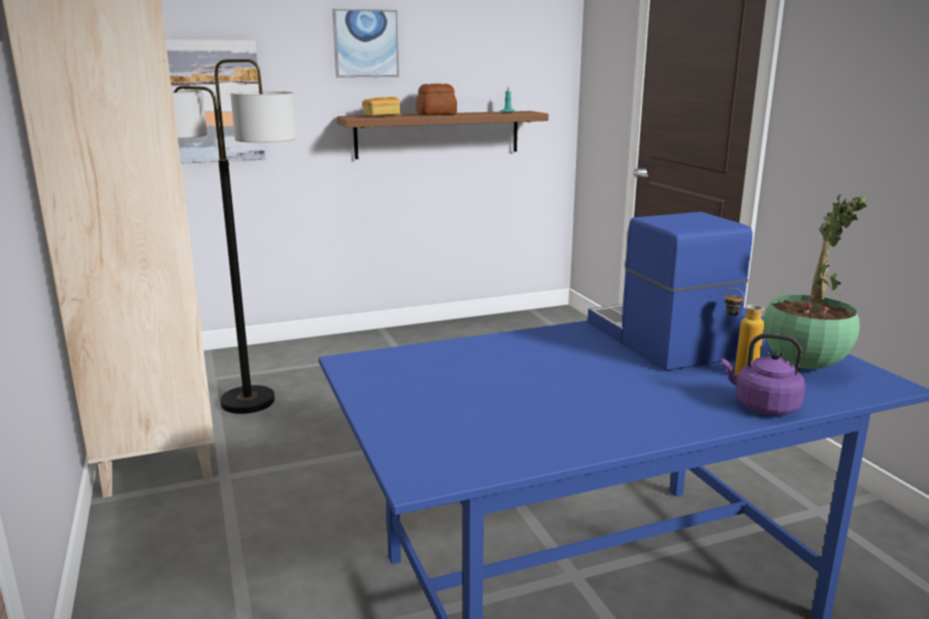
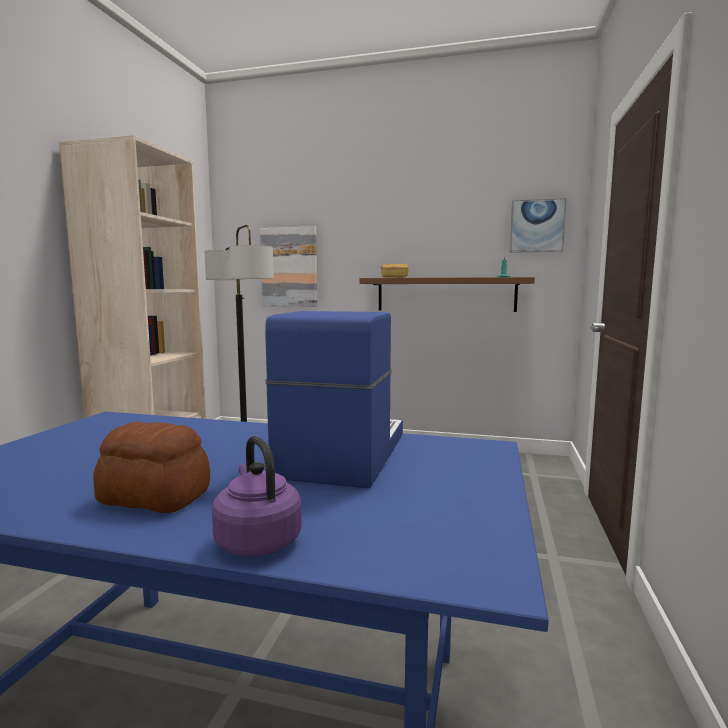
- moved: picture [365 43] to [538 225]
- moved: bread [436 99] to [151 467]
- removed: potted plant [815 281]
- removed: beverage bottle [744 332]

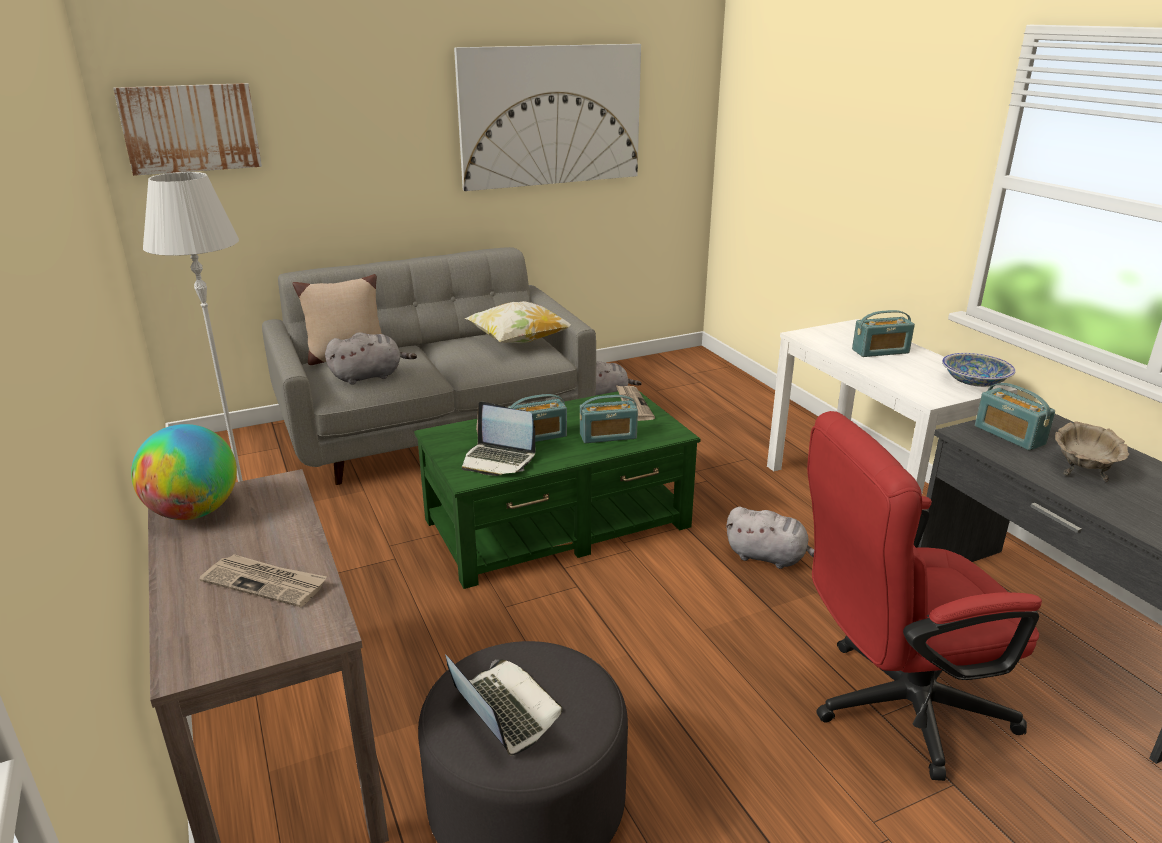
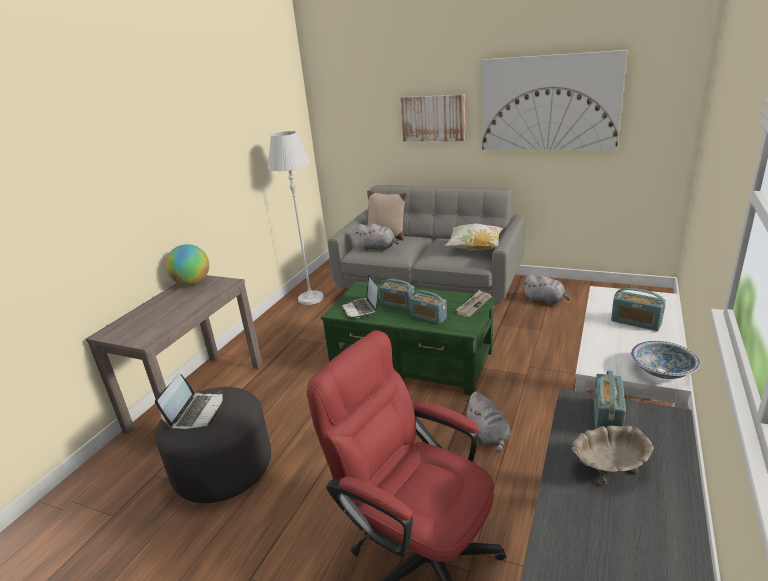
- moved: picture [187 129] to [432 117]
- removed: newspaper [263 580]

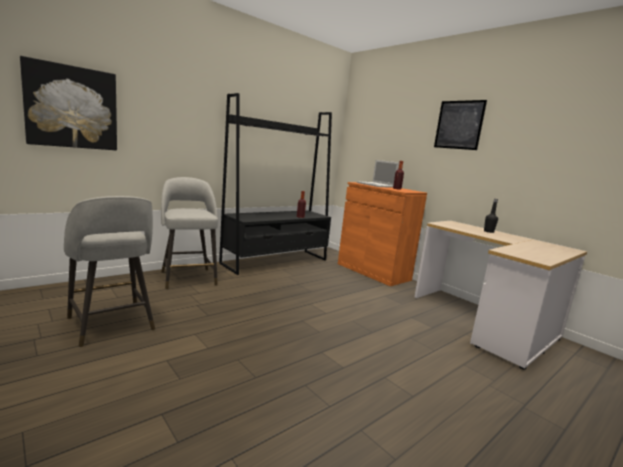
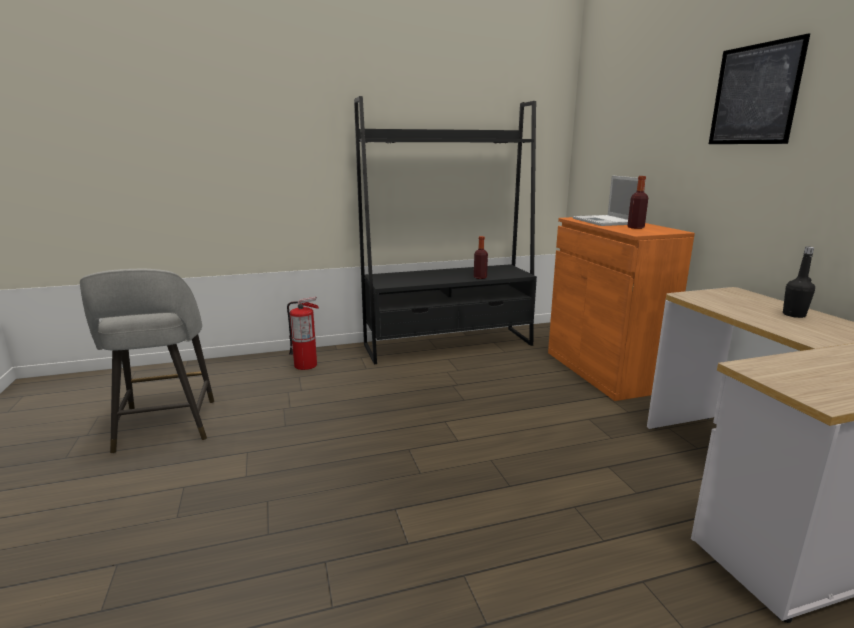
- removed: picture [68 103]
- replaced: greyish sitting stool [189 233] to fire extinguisher [303 333]

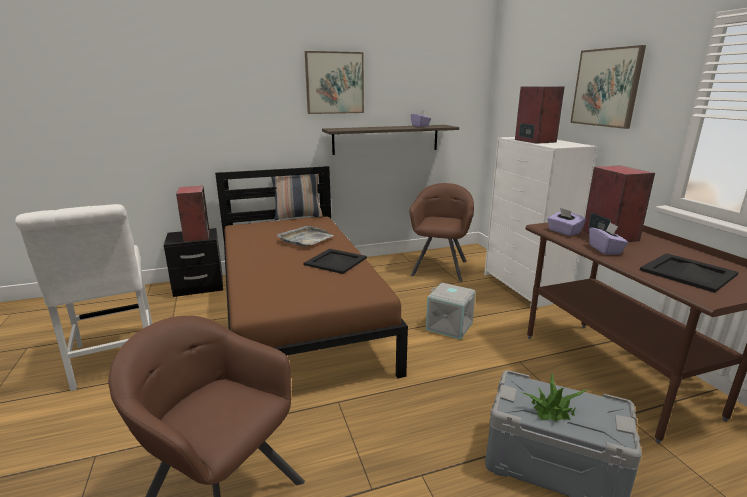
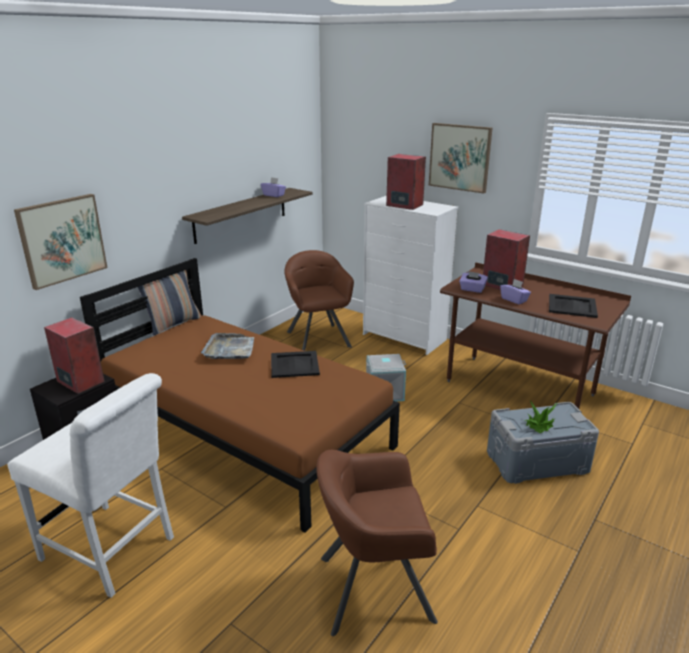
- moved: picture [334 82] to [60 242]

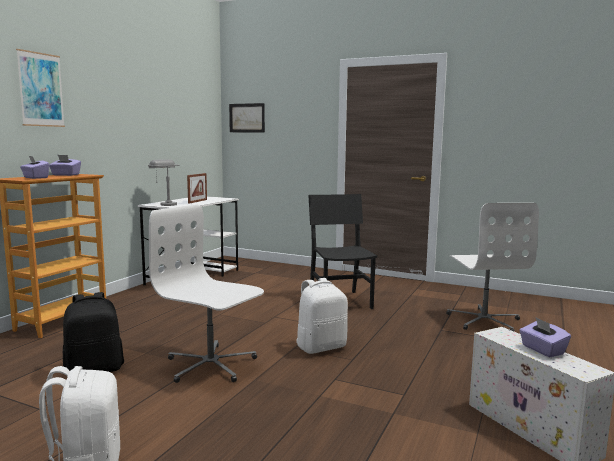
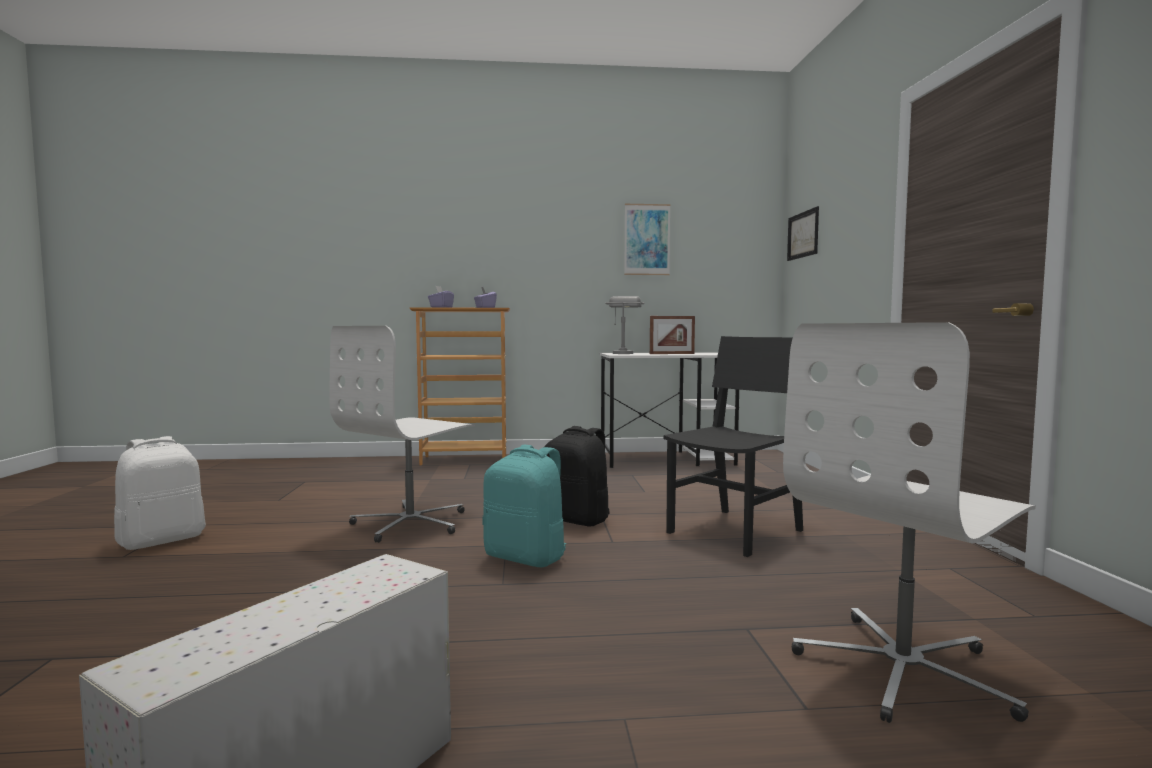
- moved: picture [40 88] to [647 239]
- turned: whitish computer chair [206 293] = [403 434] 150 degrees counterclockwise
- recoloured: whitish knapsack [322 316] to blue-green knapsack [524 506]
- moved: black knapsack [93 332] to [576 476]
- removed: purple-coloured tissue box [545 337]

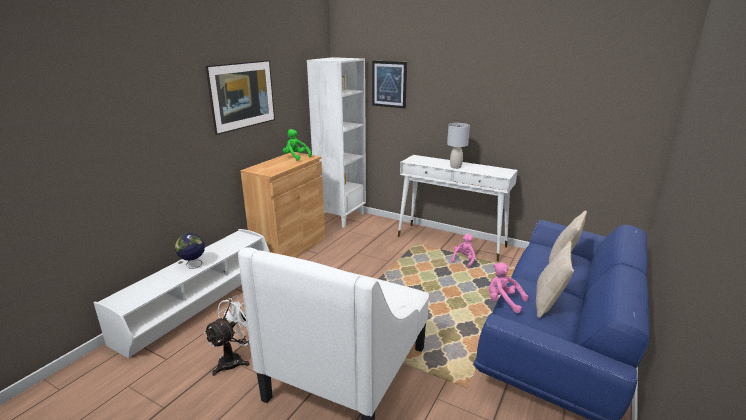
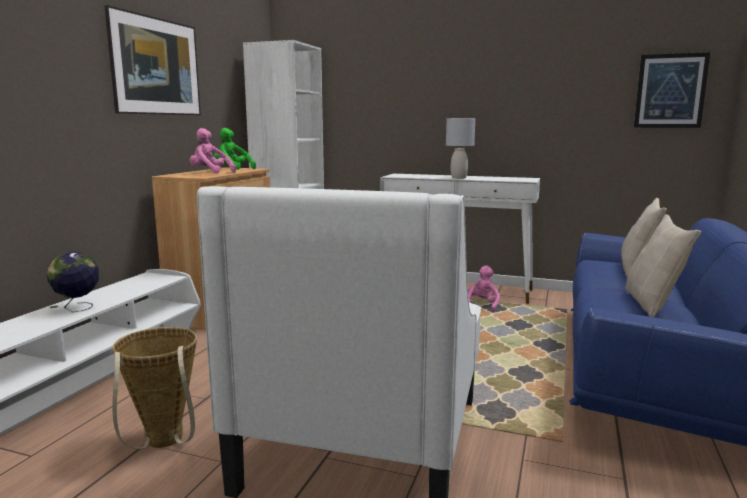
- moved: picture [389 85] to [672 90]
- moved: pink soft toy [508 287] to [213 151]
- replaced: whitish fan [226 336] to storage basket [154 388]

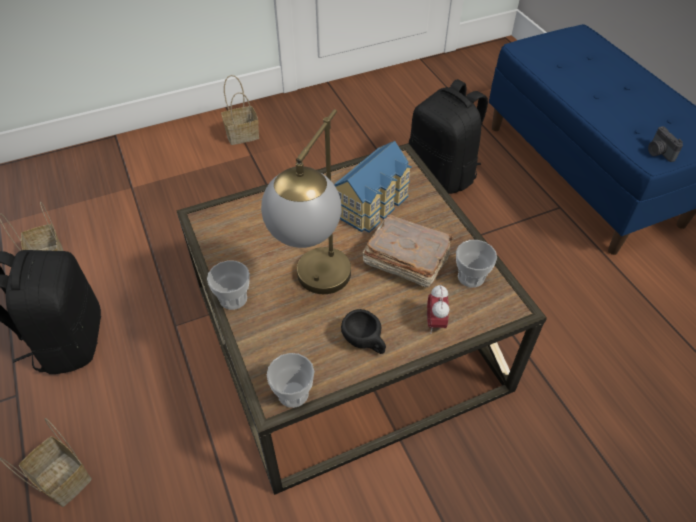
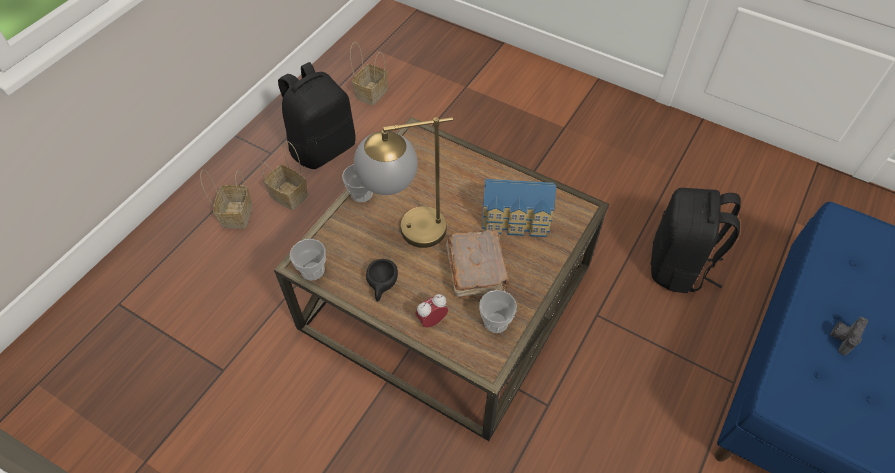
- moved: storage basket [240 110] to [284 175]
- moved: still camera [665 144] to [849 336]

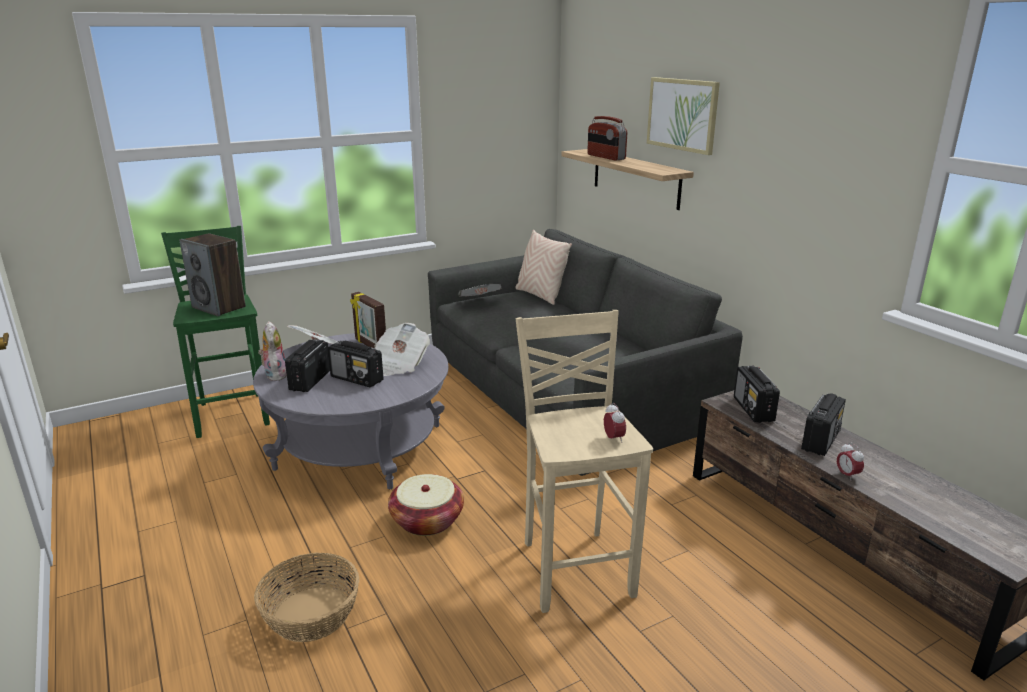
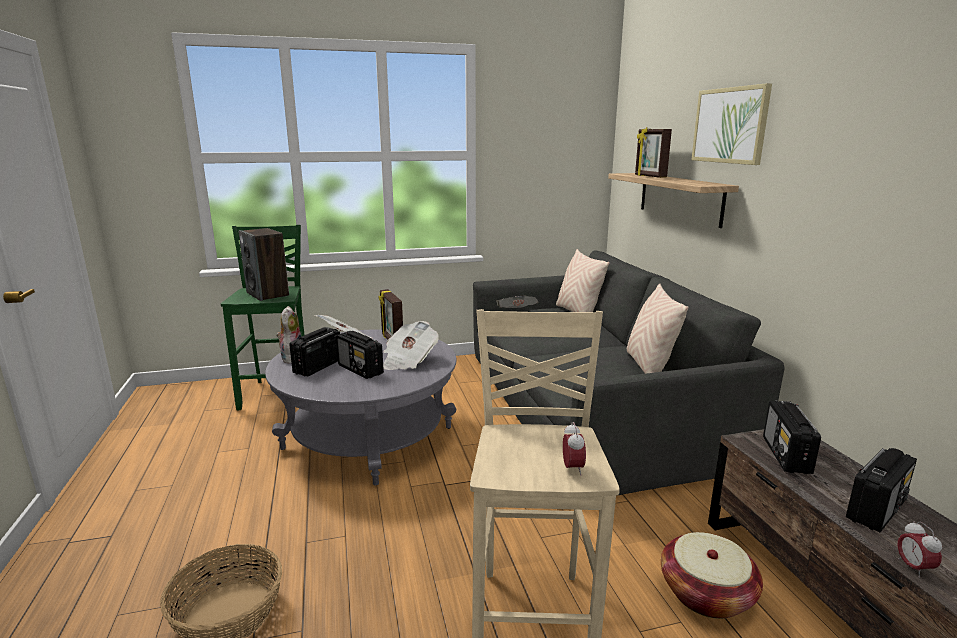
- replaced: radio [607 138] to photo frame [653 152]
- moved: storage basket [426 505] to [712 575]
- added: beige cushion [657 329]

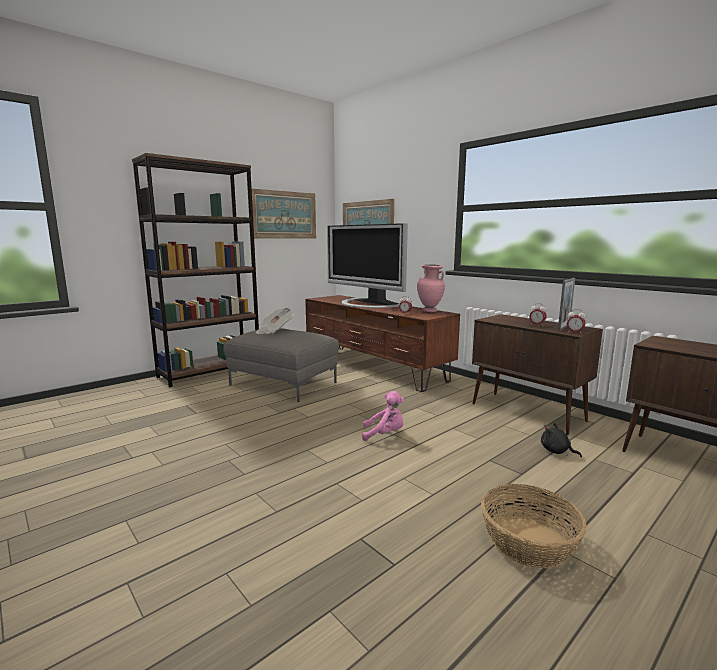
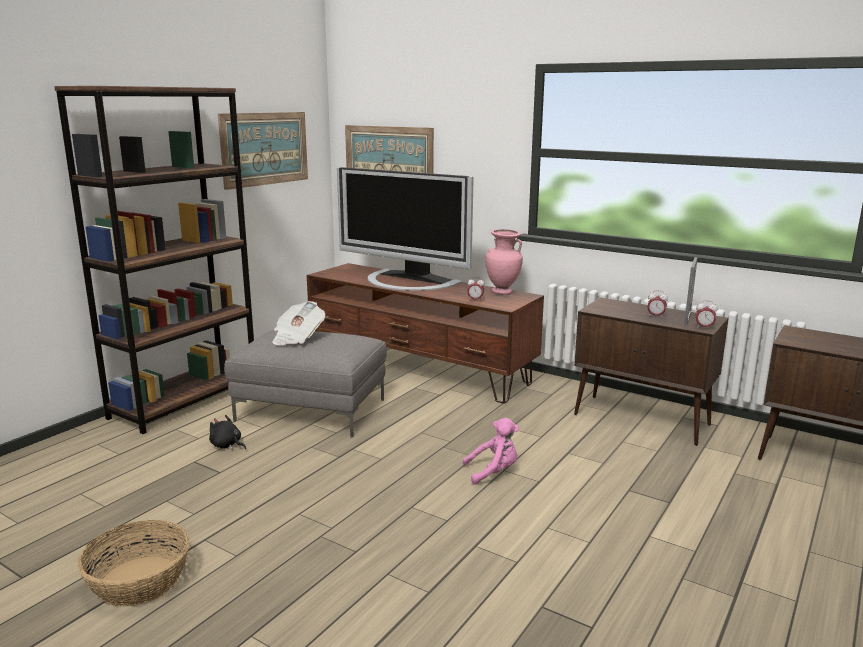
- moved: black soft toy [561 440] to [227 432]
- moved: storage basket [534 526] to [133 563]

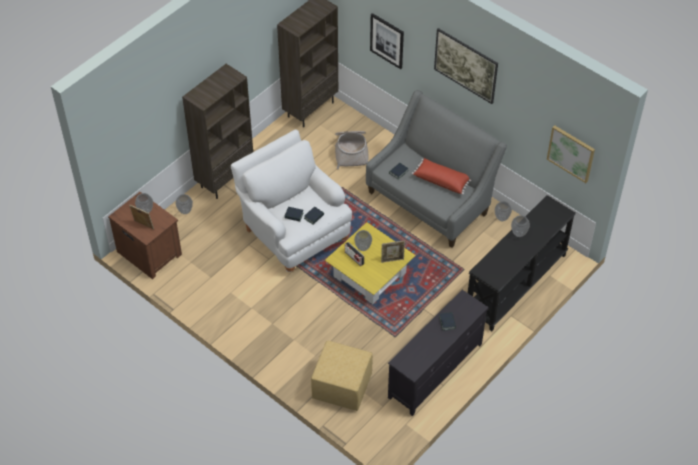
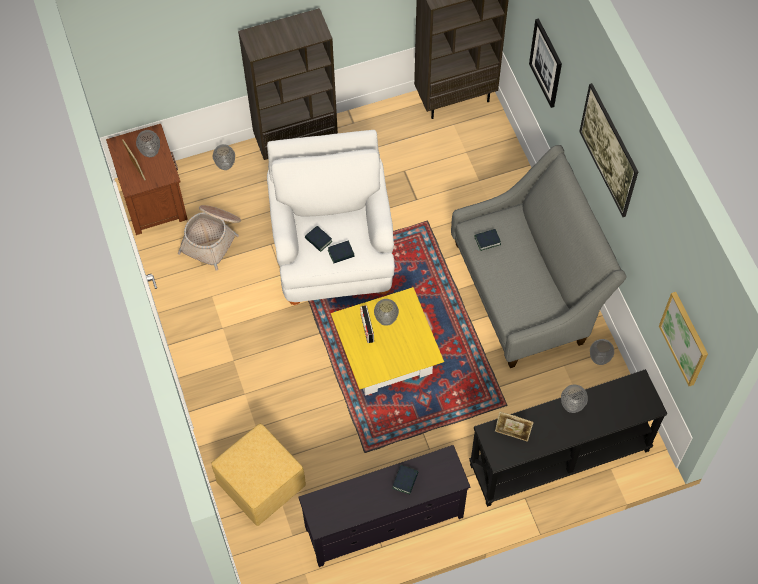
- moved: storage basket [352 150] to [209 238]
- removed: red cushion [441 176]
- moved: photo frame [393 252] to [514 427]

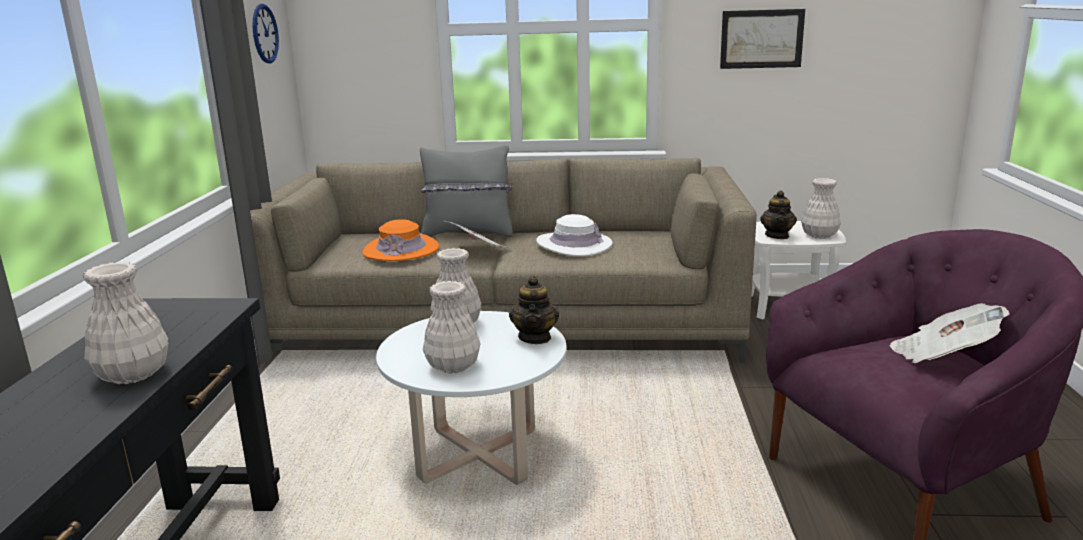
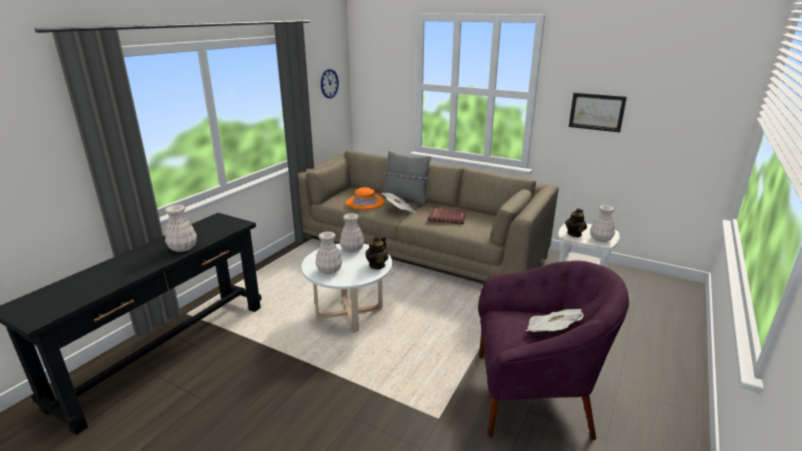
- replaced: whitish clothing hat [574 235] to red bound book [447 216]

